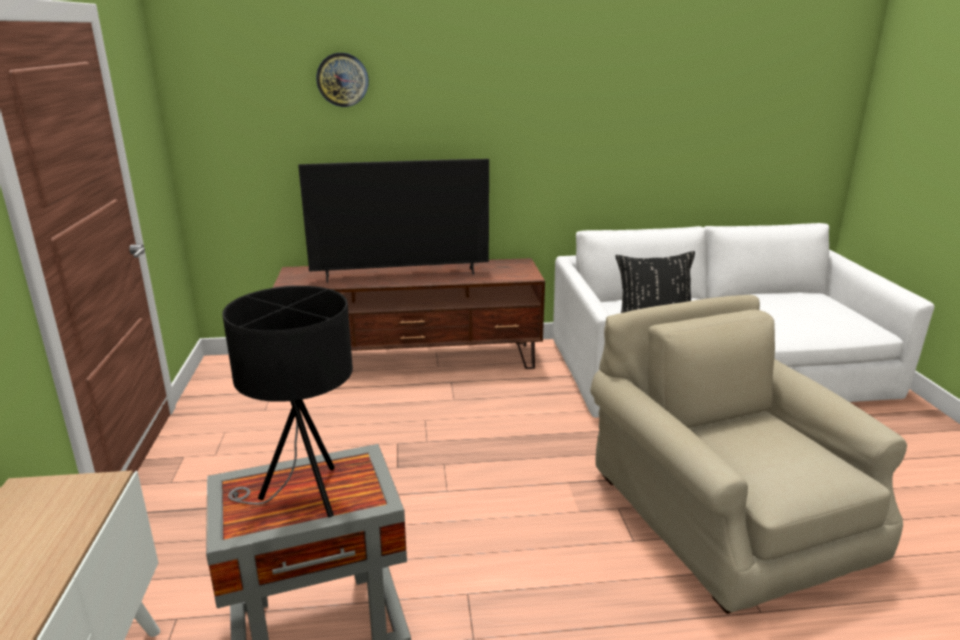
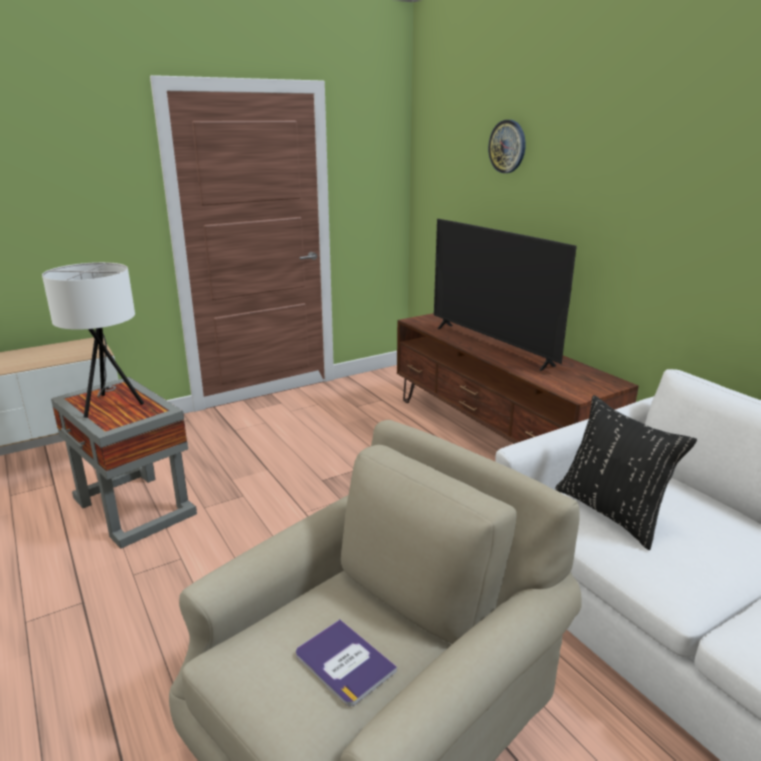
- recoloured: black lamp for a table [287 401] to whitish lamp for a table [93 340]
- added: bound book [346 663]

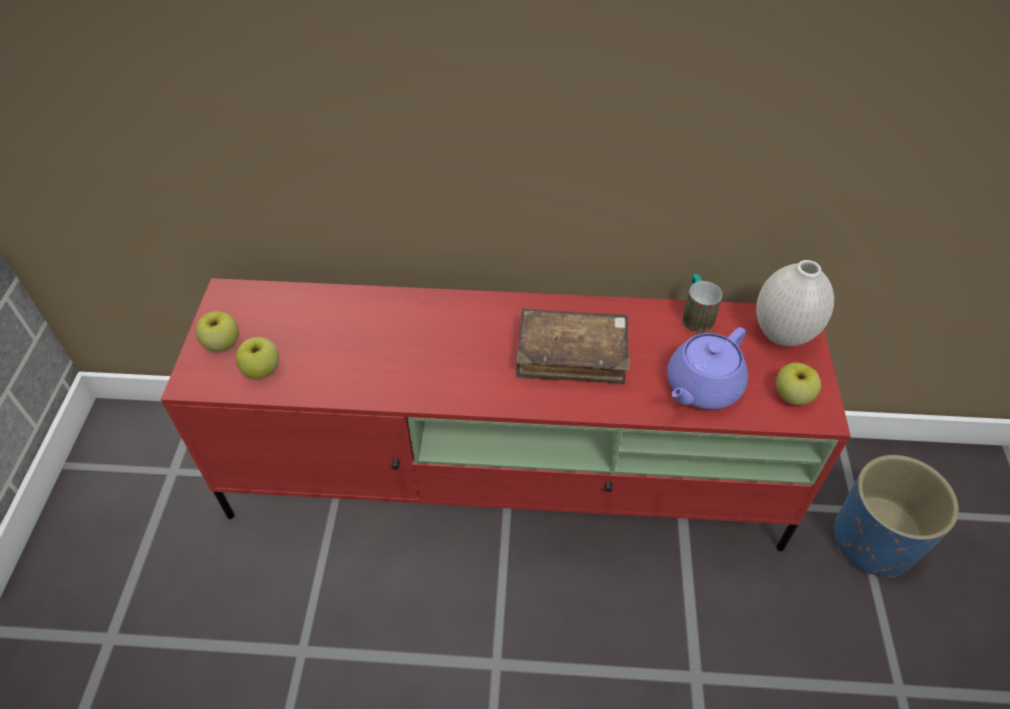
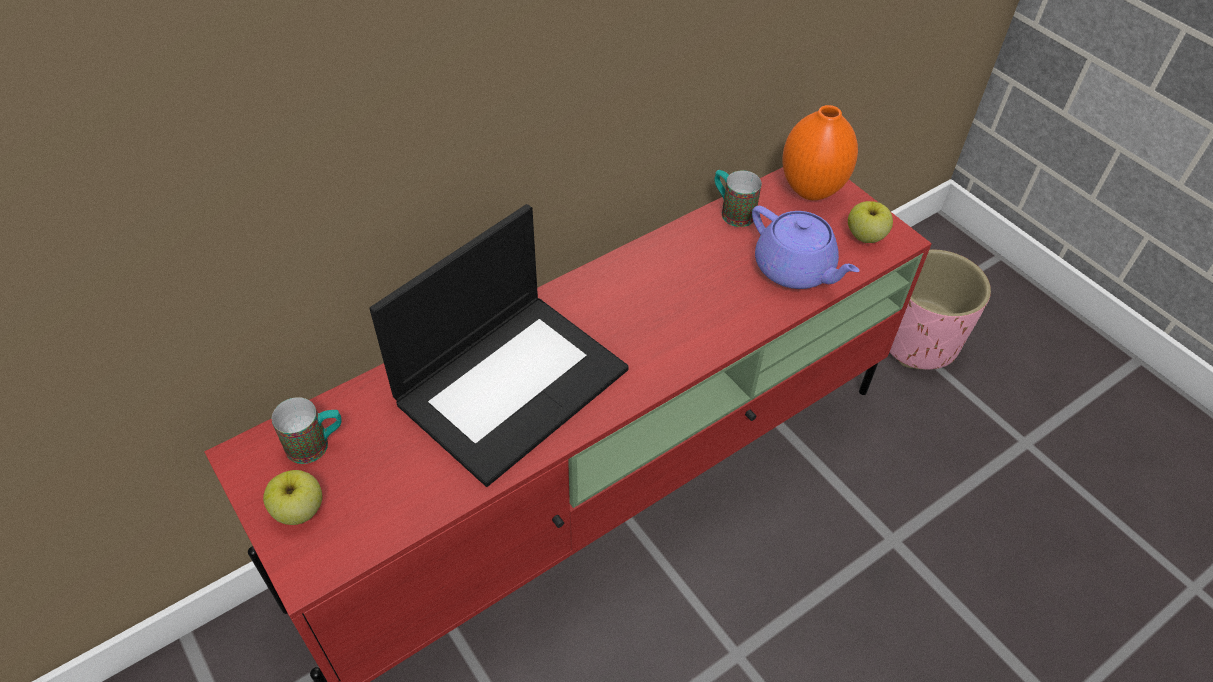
- recoloured: whitish decorative vase [795 303] to orange decorative vase [820 152]
- removed: brown bound book [572 346]
- turned: purple-coloured pot for tea [707 368] = [805 247] 45 degrees counterclockwise
- removed: apple fruit [257 358]
- recoloured: blue-coloured flower pot [896 516] to pink flower pot [940 310]
- added: notebook computer [499 345]
- added: coffee mug [307 430]

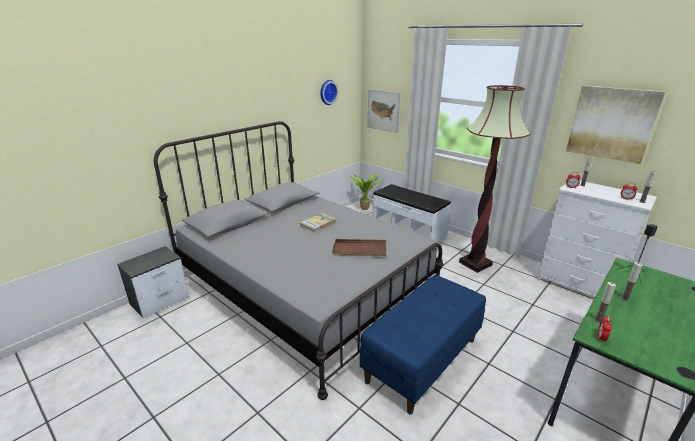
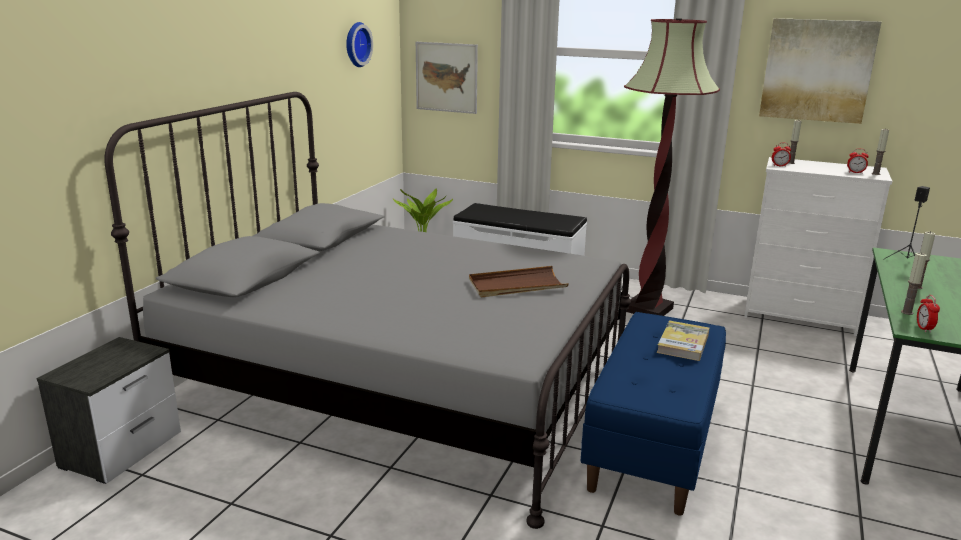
- moved: bound book [318 223] to [683 340]

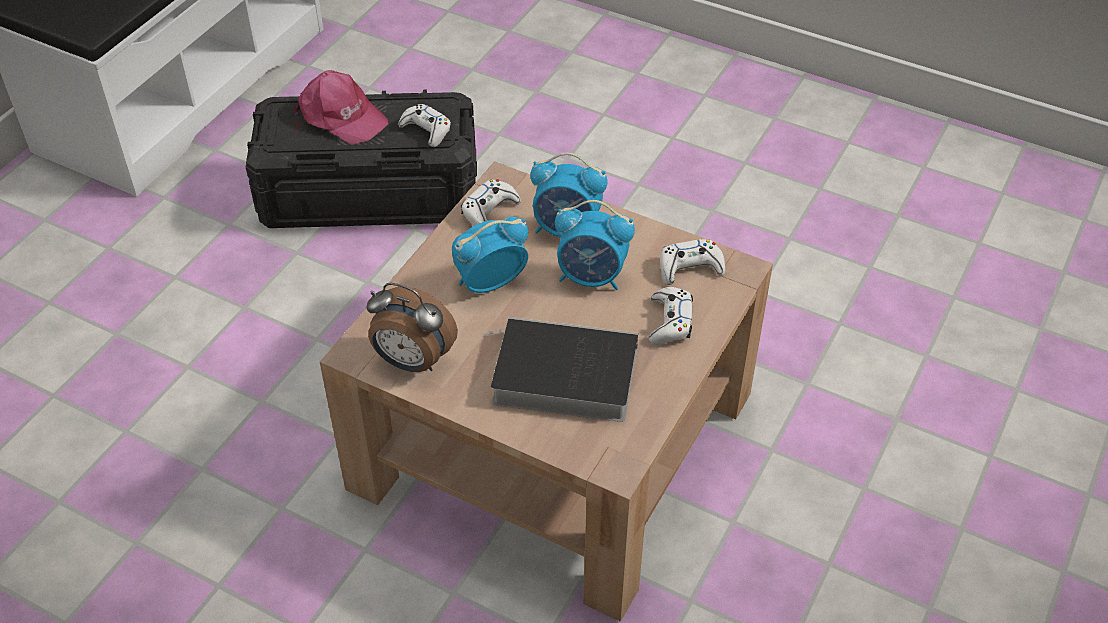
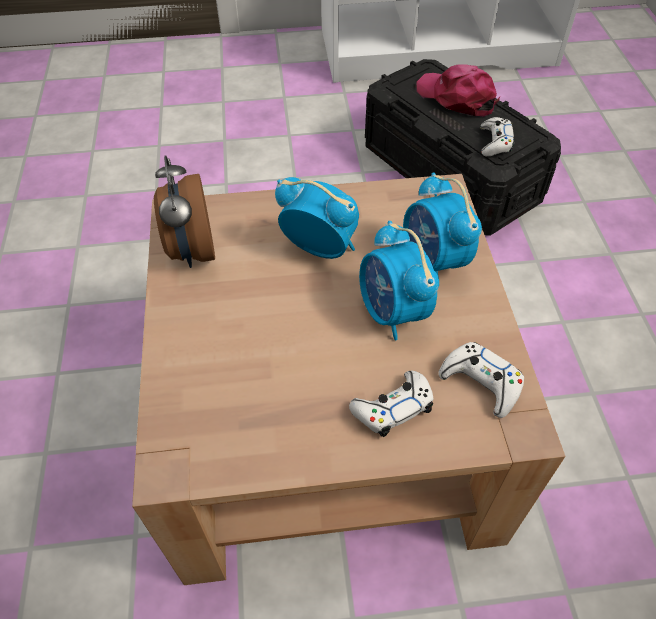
- turned: pink baseball cap [340 107] = [458 90] 135 degrees clockwise
- removed: whitish joypad [491 202]
- removed: bound book [560 369]

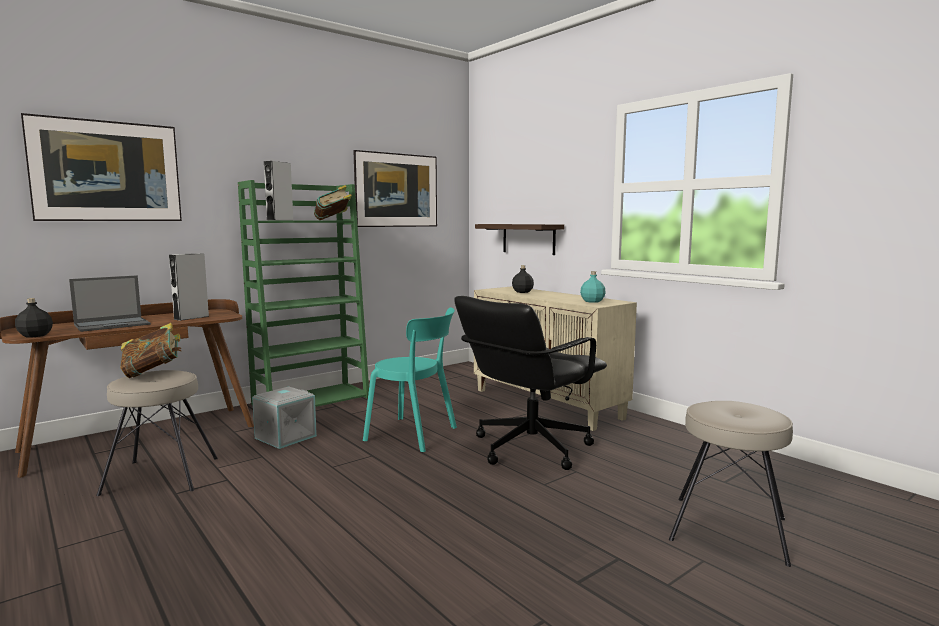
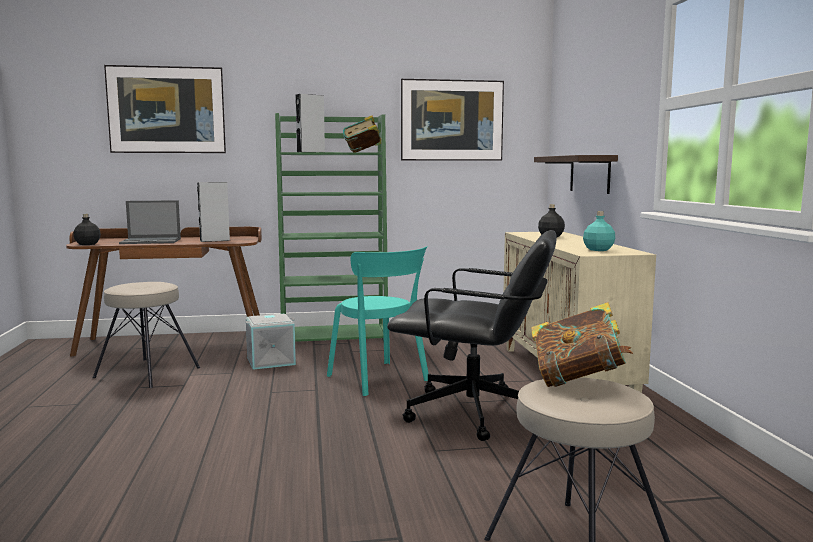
- turned: black computer chair [530 383] = [472 335] 150 degrees counterclockwise
- moved: bound book [150 350] to [582 344]

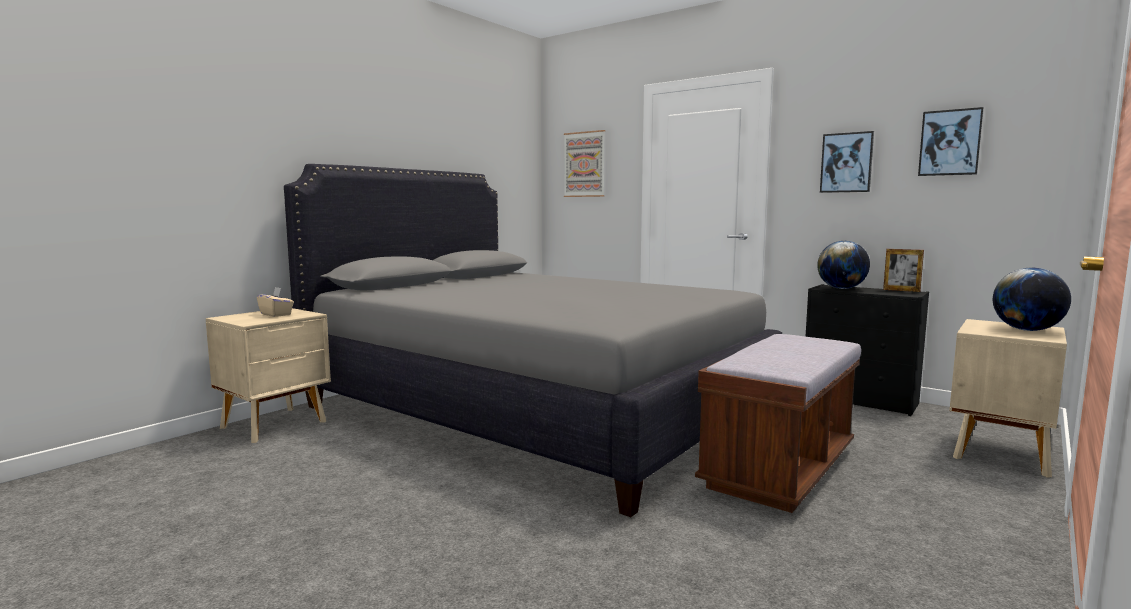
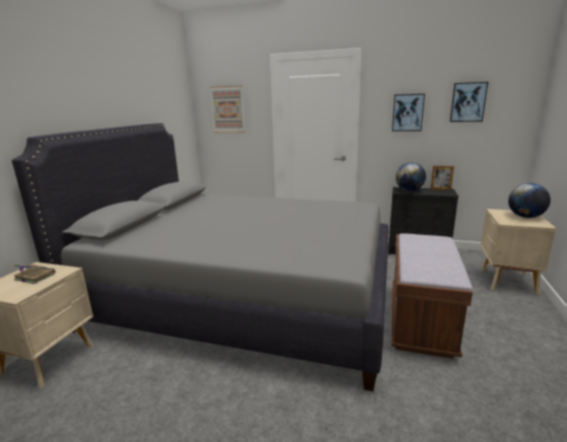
- replaced: beige tissue box [275 302] to bound book [33 274]

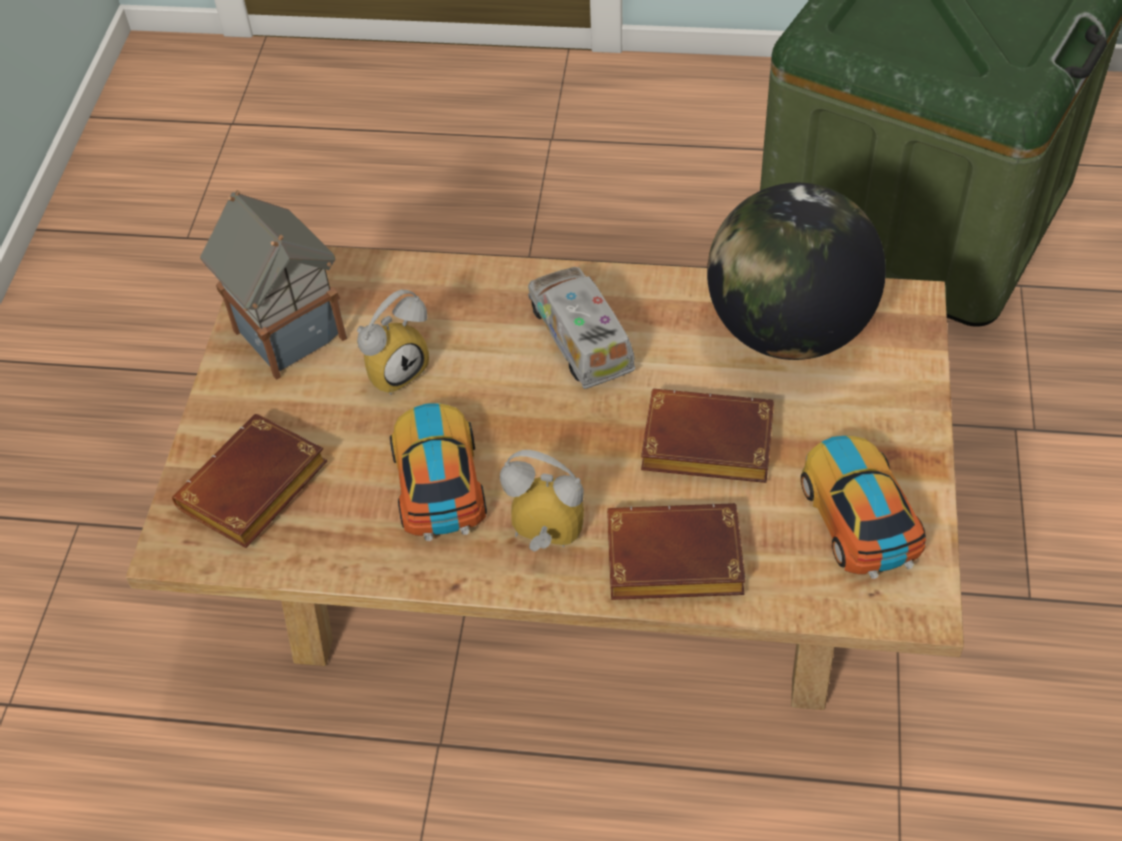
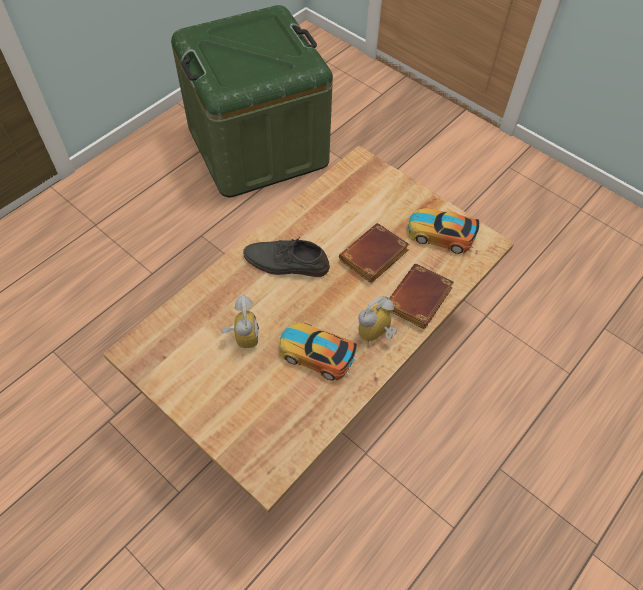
- removed: world globe [796 271]
- removed: miniature house [273 285]
- replaced: model truck [581 328] to greyish item of footwear [286 257]
- removed: brown bound book [249 481]

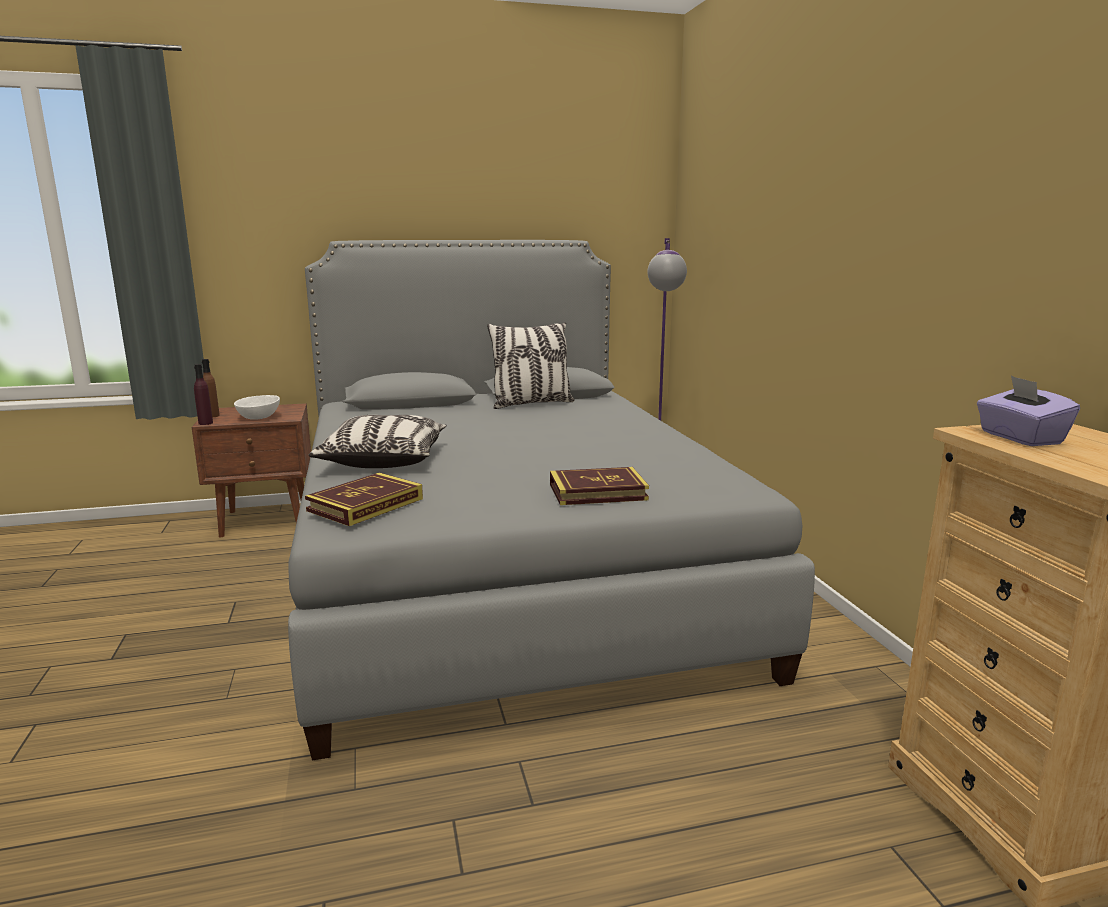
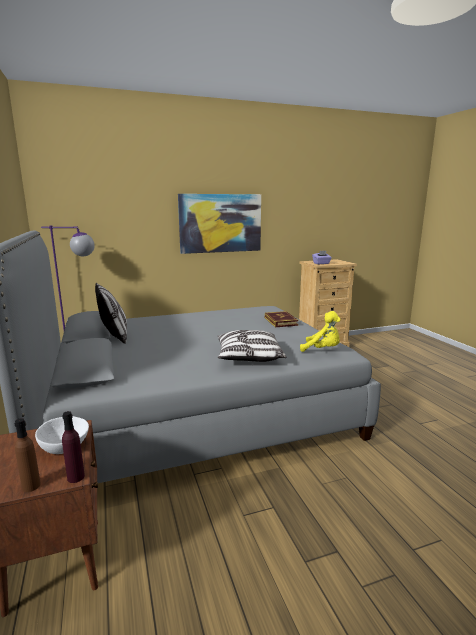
- replaced: bound book [364 499] to yellow-coloured soft toy [320 331]
- added: picture [219 224]

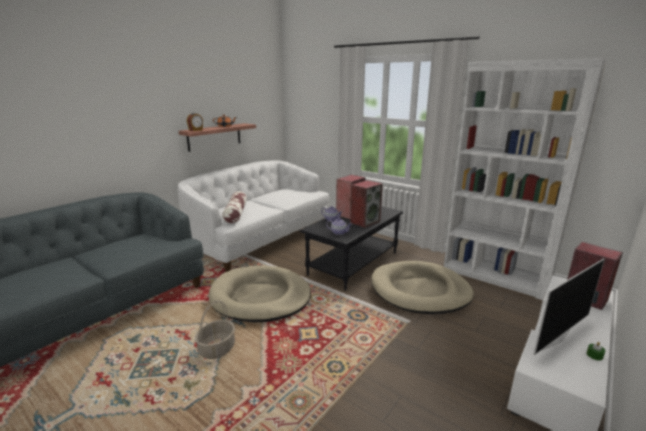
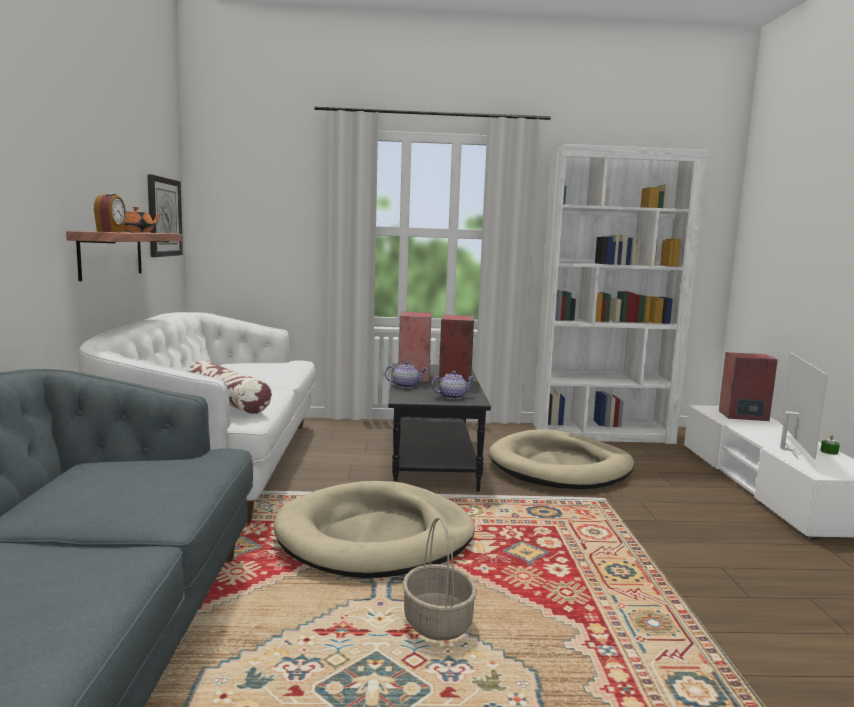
- added: hanging clock [165 215]

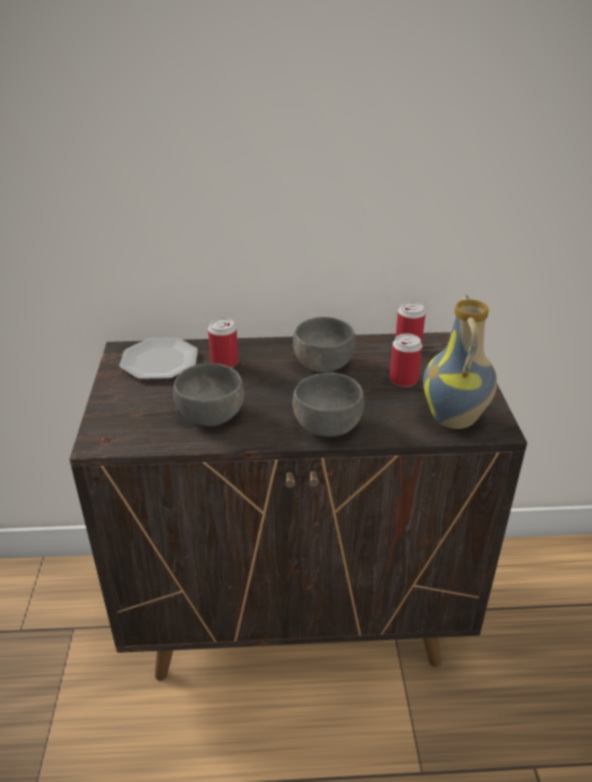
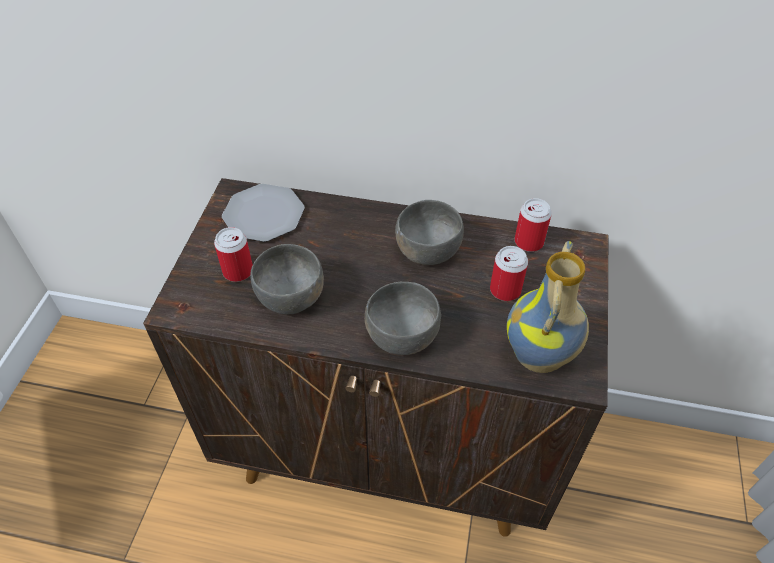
- moved: metal can [223 343] to [233 254]

